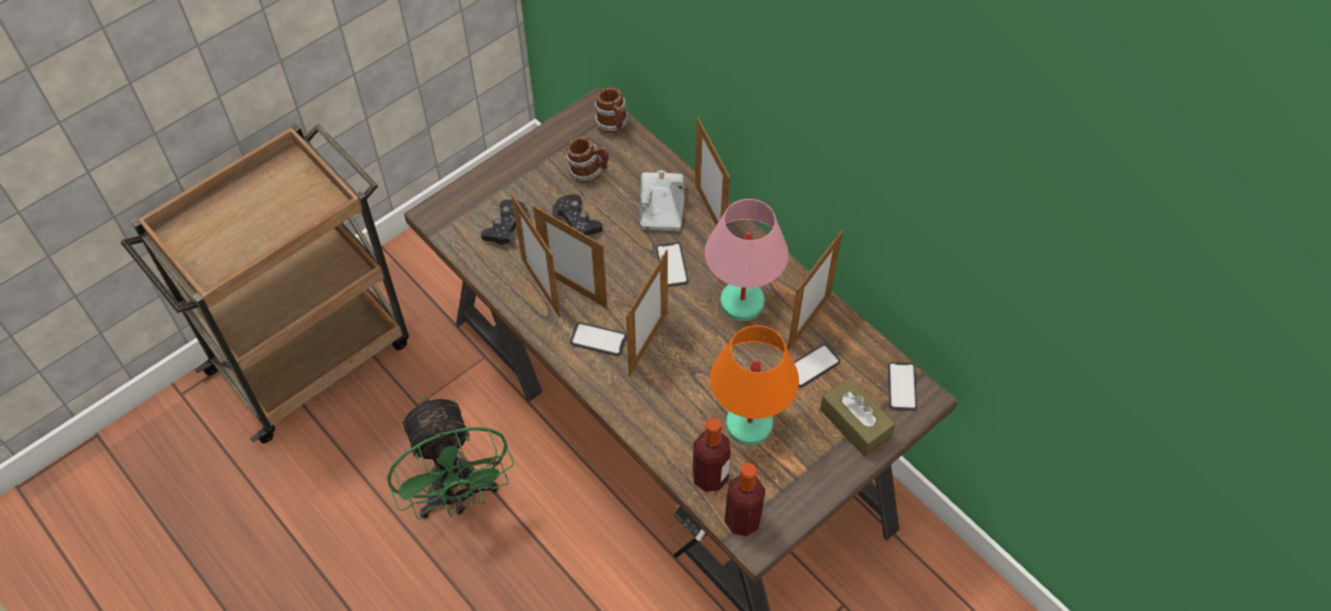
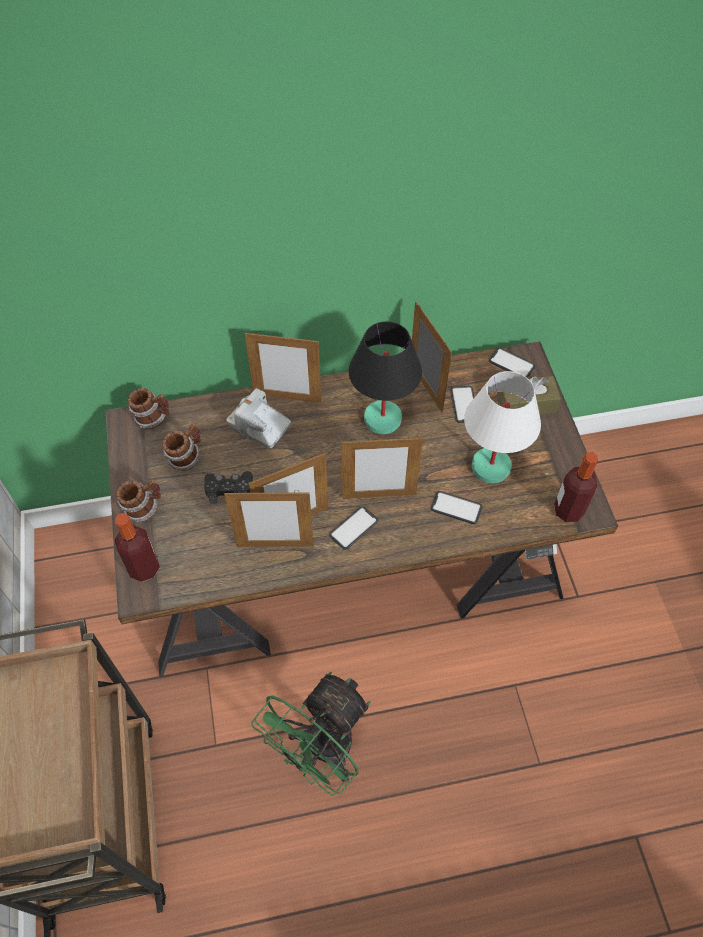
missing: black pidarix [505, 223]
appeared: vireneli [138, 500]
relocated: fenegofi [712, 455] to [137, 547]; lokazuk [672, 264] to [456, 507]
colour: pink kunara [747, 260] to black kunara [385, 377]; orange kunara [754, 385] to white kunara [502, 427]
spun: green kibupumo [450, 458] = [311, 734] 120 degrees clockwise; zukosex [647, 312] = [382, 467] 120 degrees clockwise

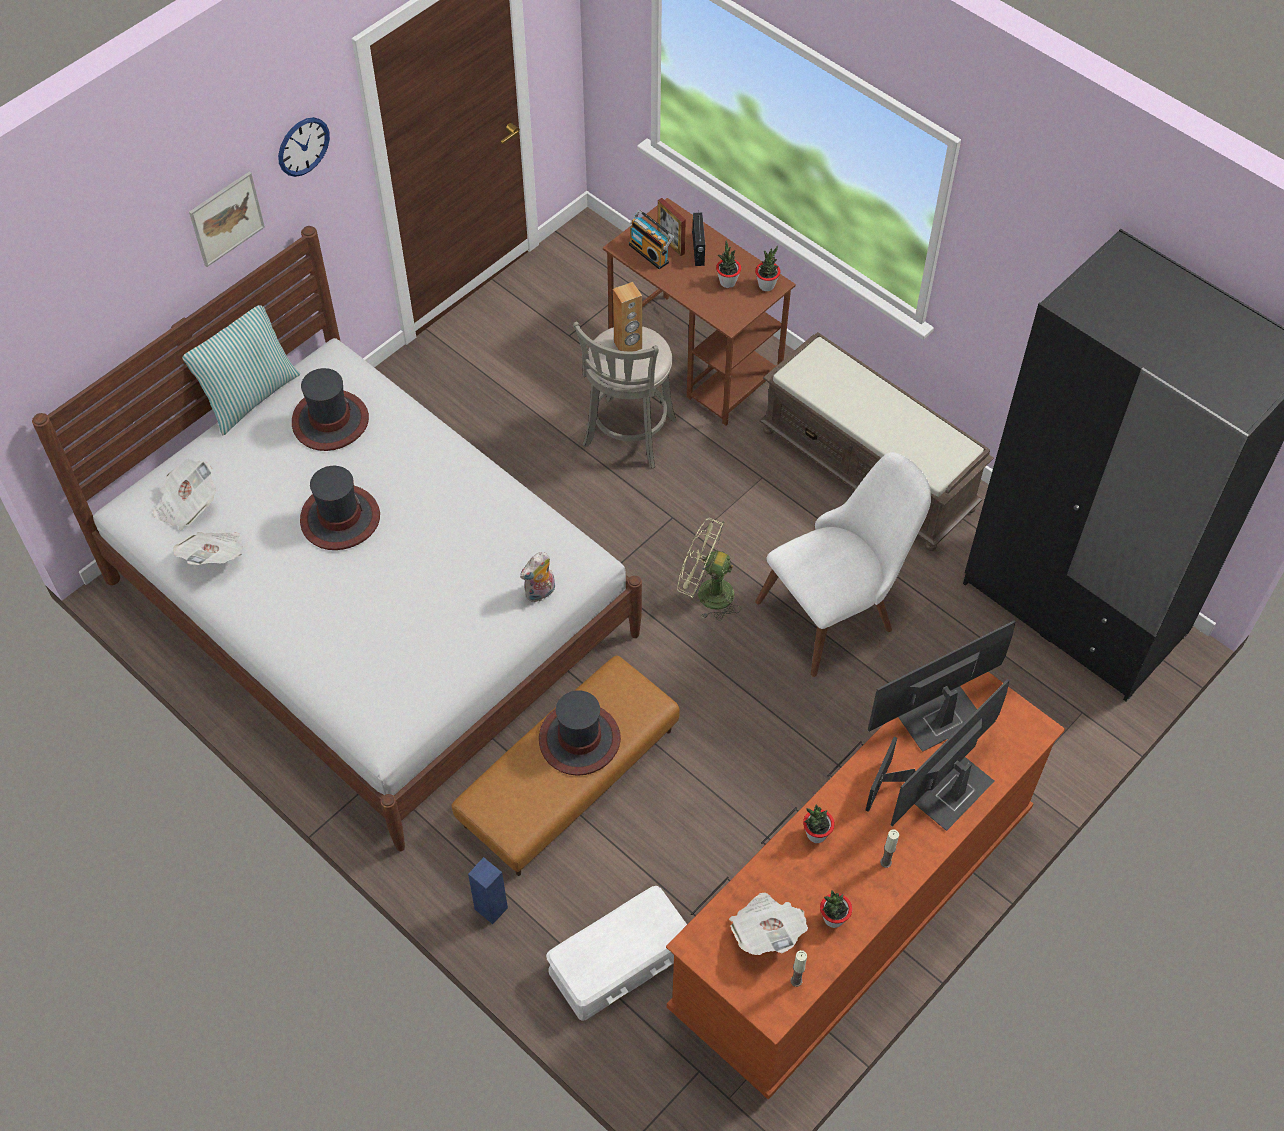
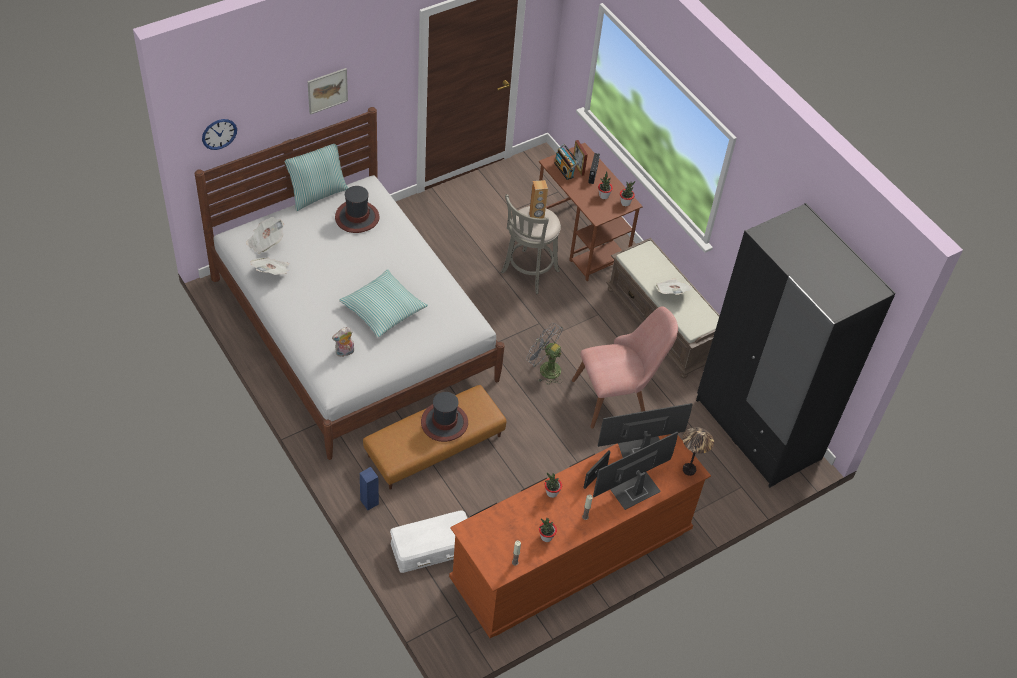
missing: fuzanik [340, 508]
appeared: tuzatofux [383, 303]; kunara [698, 451]
relocated: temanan [304, 147] to [219, 134]; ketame [537, 577] to [343, 342]; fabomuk [768, 923] to [673, 287]
colour: green kibupumo [709, 569] to grey kibupumo [544, 354]; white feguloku [843, 564] to pink feguloku [625, 367]

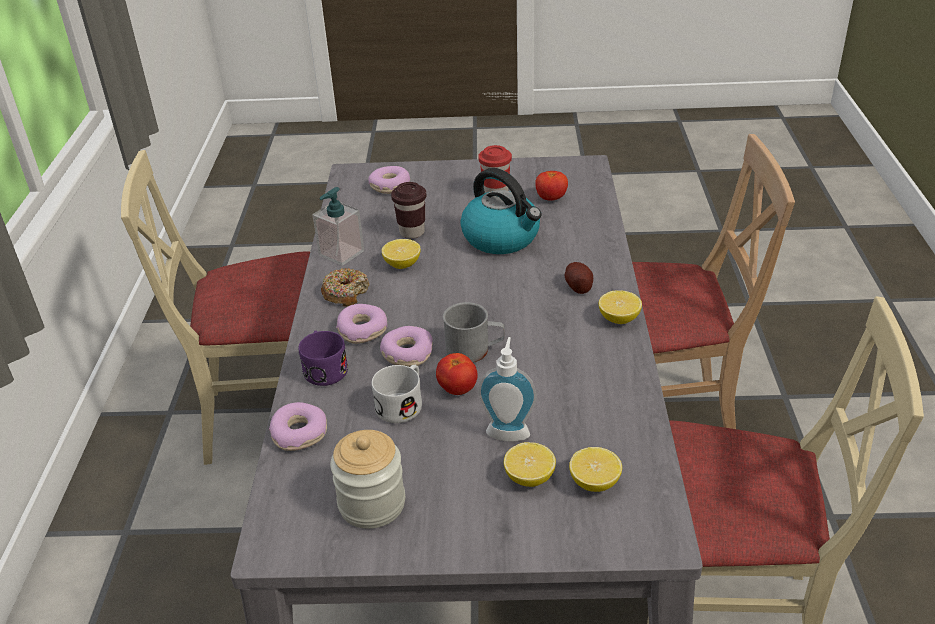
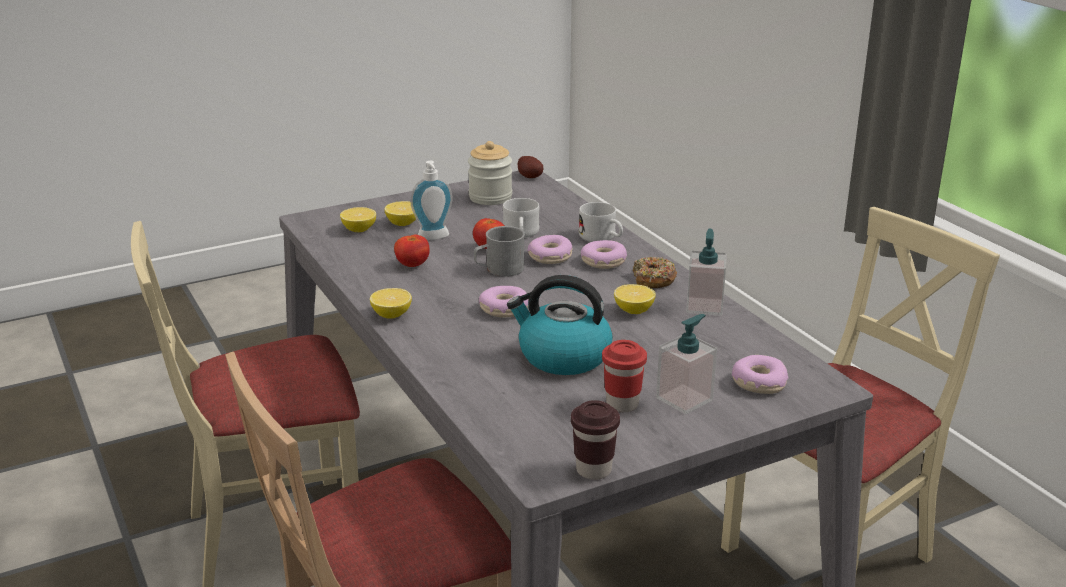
appeared: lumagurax [686, 364]
relocated: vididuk [551, 186] to [412, 250]; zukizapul [298, 426] to [504, 301]; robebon [578, 278] to [530, 167]; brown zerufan [409, 210] to [595, 440]
colour: purple vireneli [323, 358] to white vireneli [601, 222]

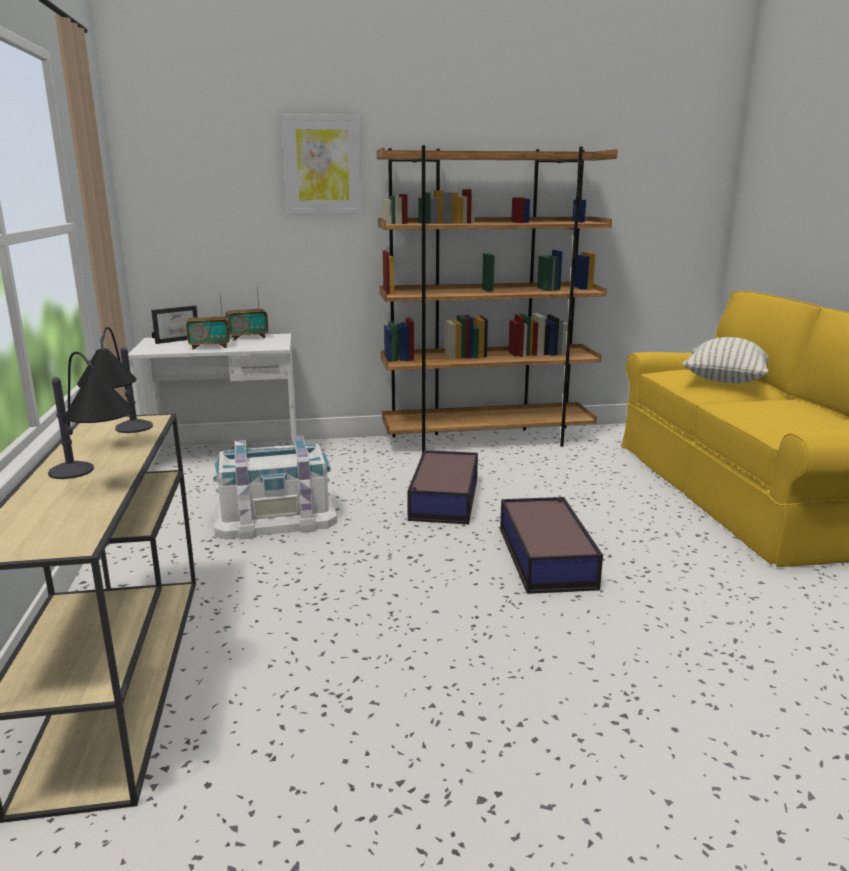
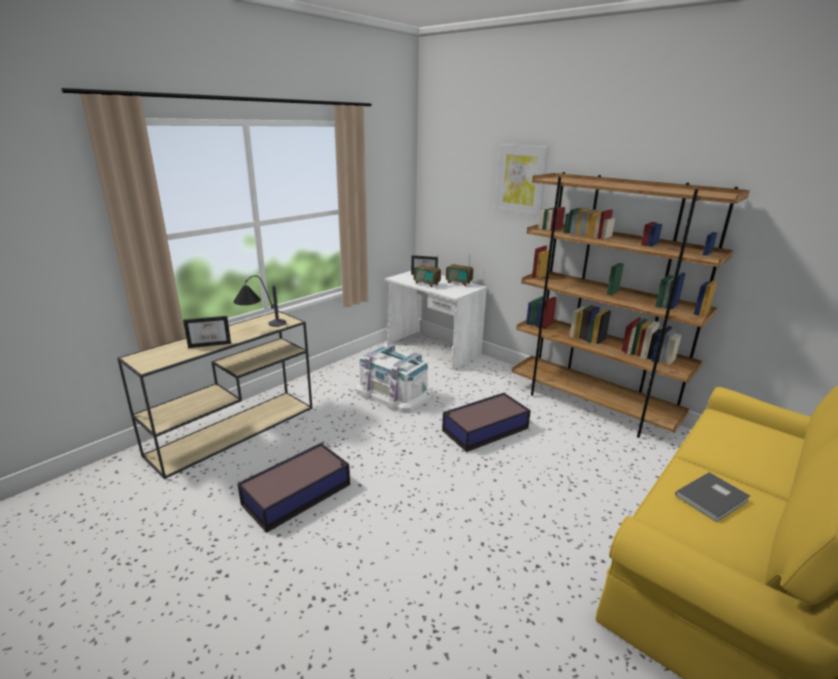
missing: tuzatofux [726, 360]
appeared: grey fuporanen [712, 497]
relocated: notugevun [551, 545] to [293, 488]
exchanged: kunara [90, 415] to zukosex [207, 332]

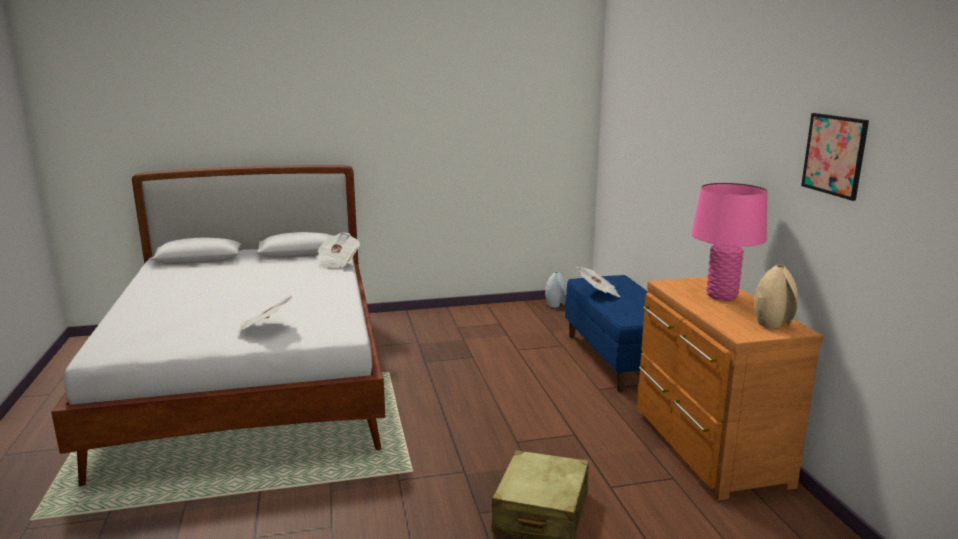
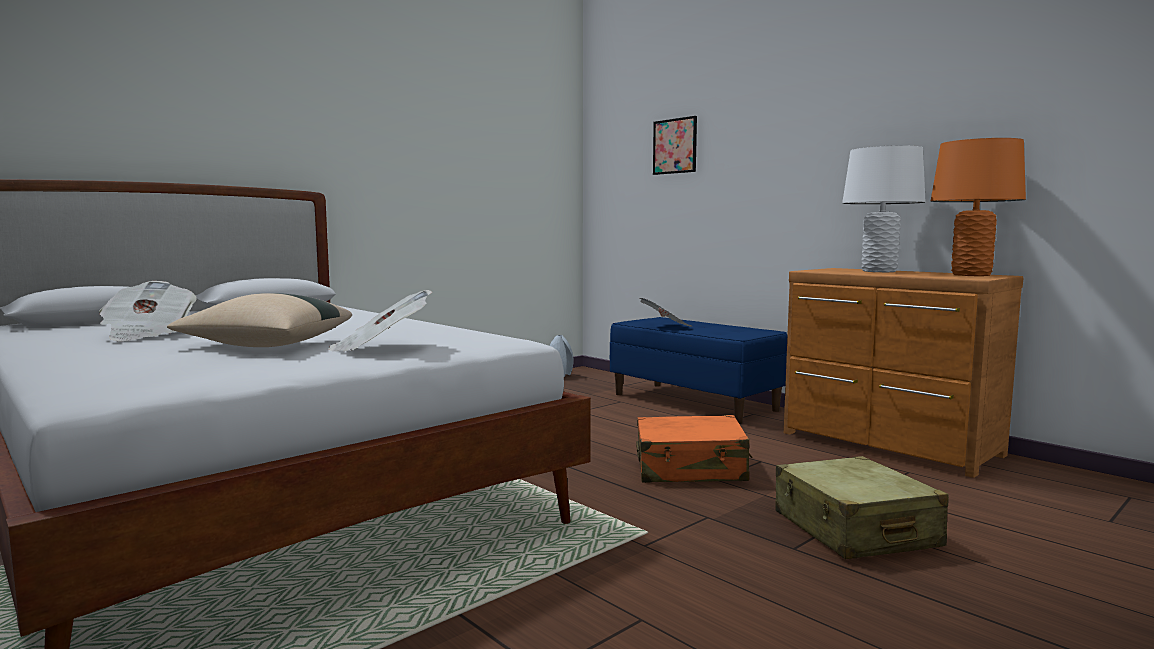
appeared: beige tuzatofux [259, 320]; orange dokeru [694, 449]
relocated: fabomuk [338, 250] to [148, 311]; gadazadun [835, 157] to [675, 145]
exchanged: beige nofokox [776, 297] to orange kunara [978, 207]
colour: pink kunara [729, 242] to white kunara [884, 208]

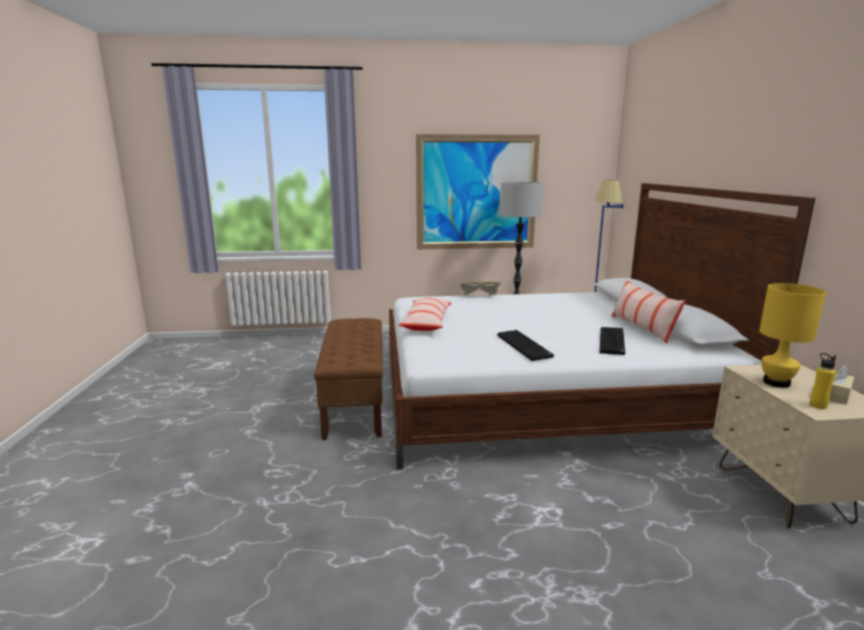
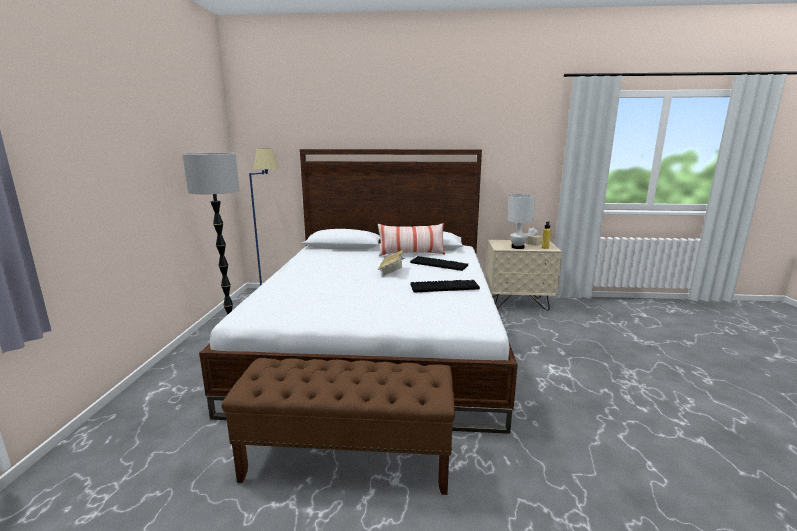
missing: tuzatofux [425, 314]; gadazadun [478, 191]
relocated: fuporanen [480, 288] to [391, 263]
colour: yellow kunara [792, 335] to white kunara [521, 221]

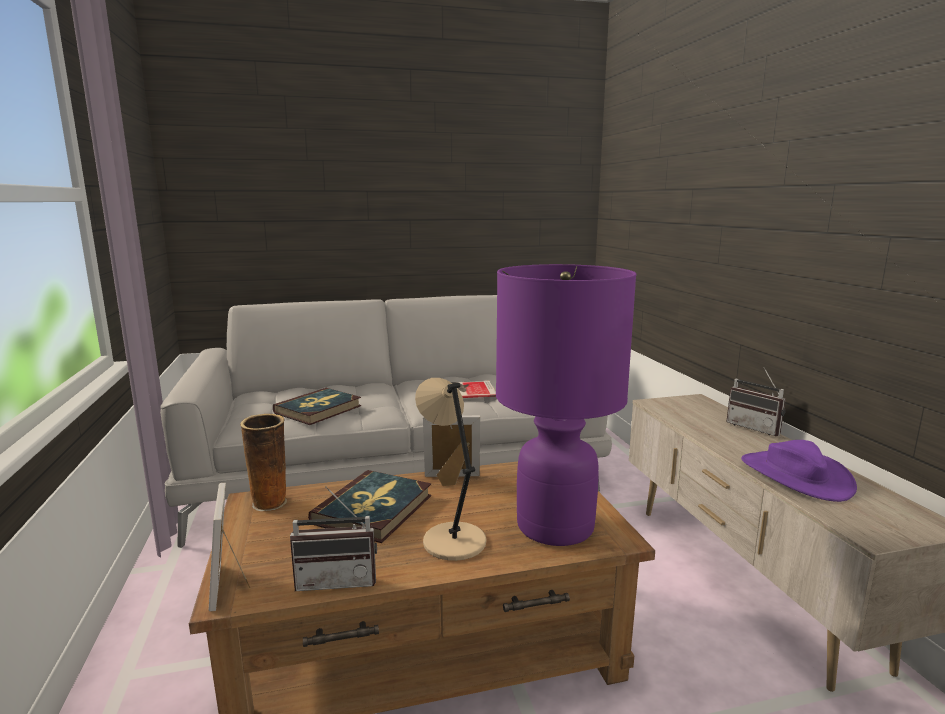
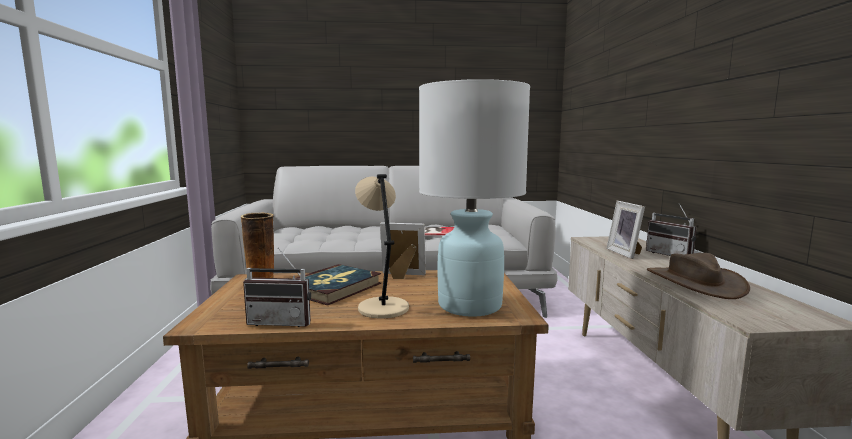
missing: fuporanen [317, 406]
relocated: zukosex [229, 547] to [626, 230]
colour: purple kunara [566, 405] to white kunara [474, 197]; purple fuzanik [799, 471] to brown fuzanik [698, 276]

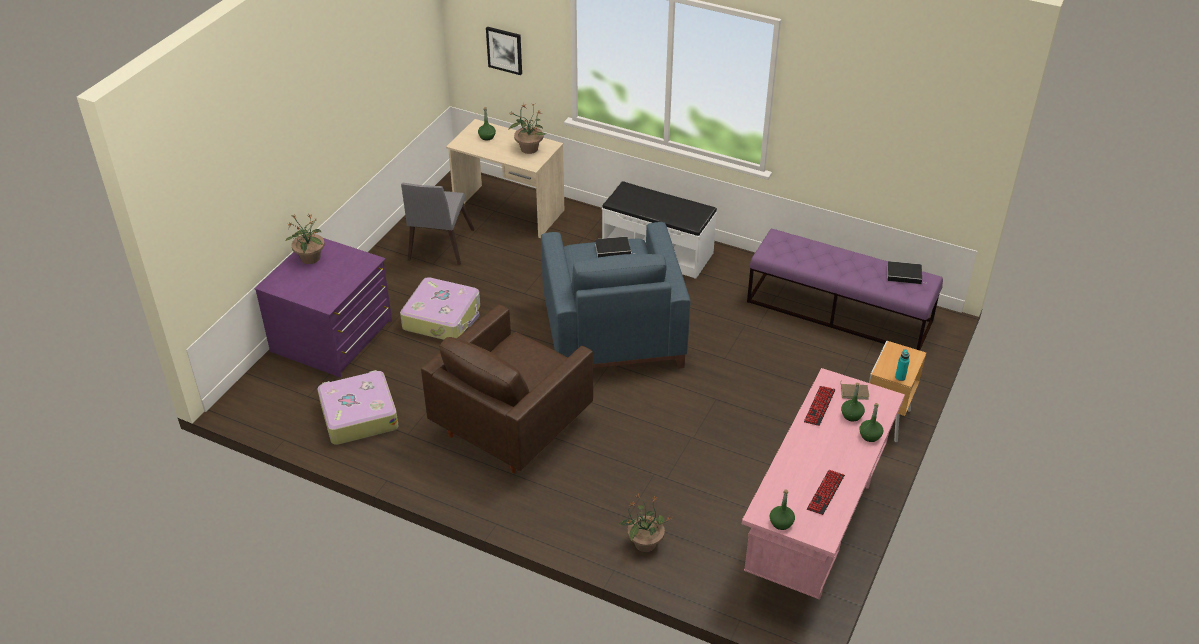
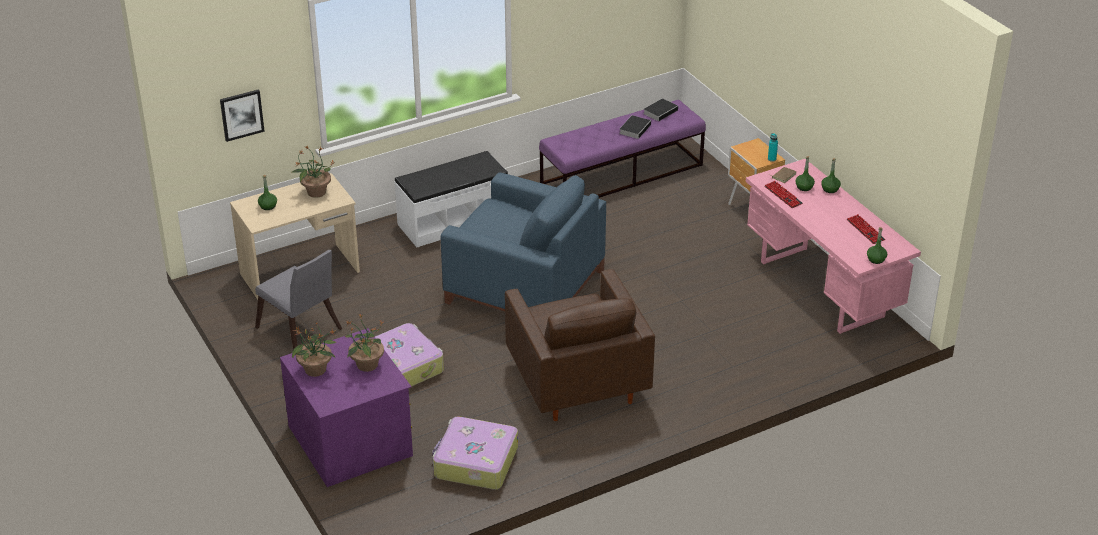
relocated: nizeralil [644, 522] to [364, 343]; fuporanen [616, 247] to [635, 127]

